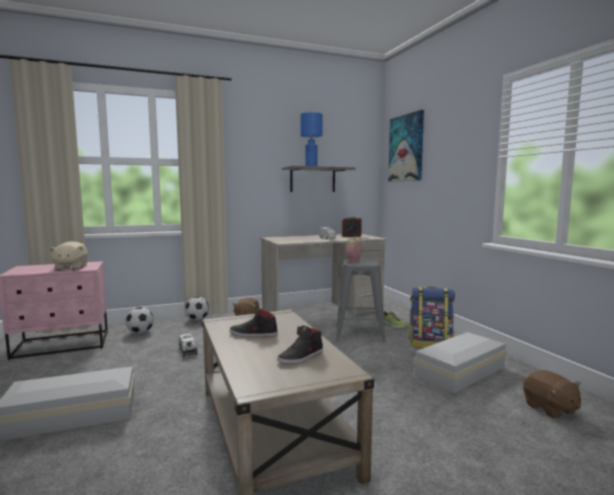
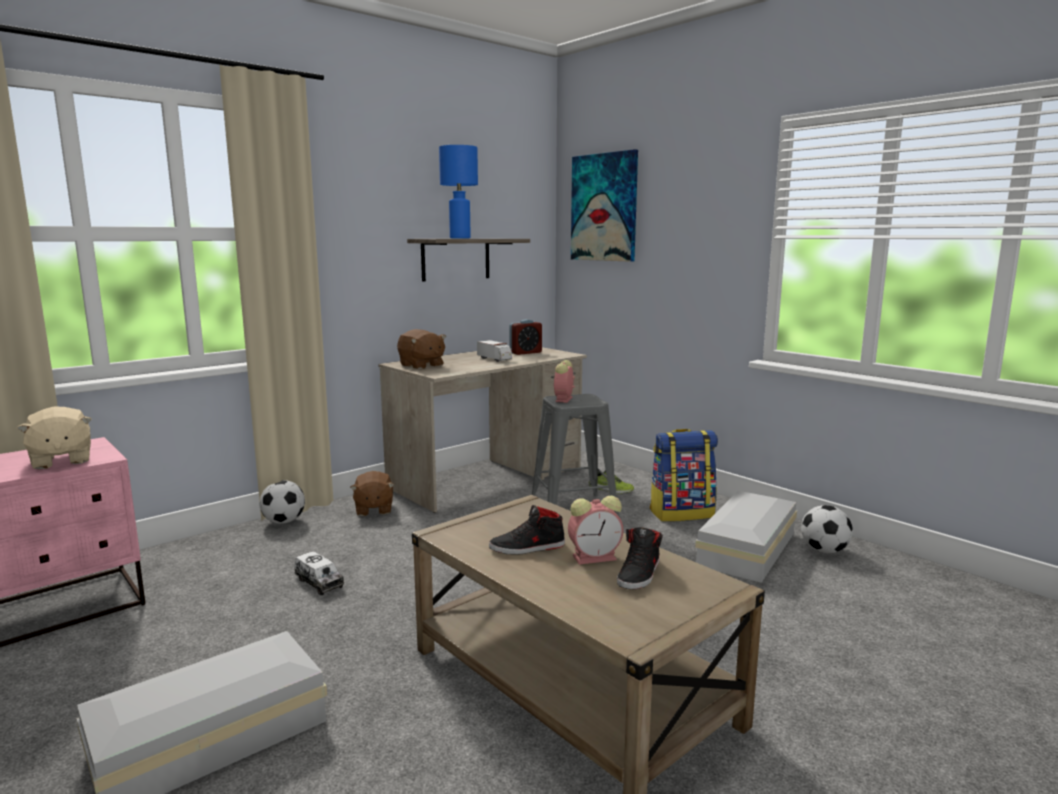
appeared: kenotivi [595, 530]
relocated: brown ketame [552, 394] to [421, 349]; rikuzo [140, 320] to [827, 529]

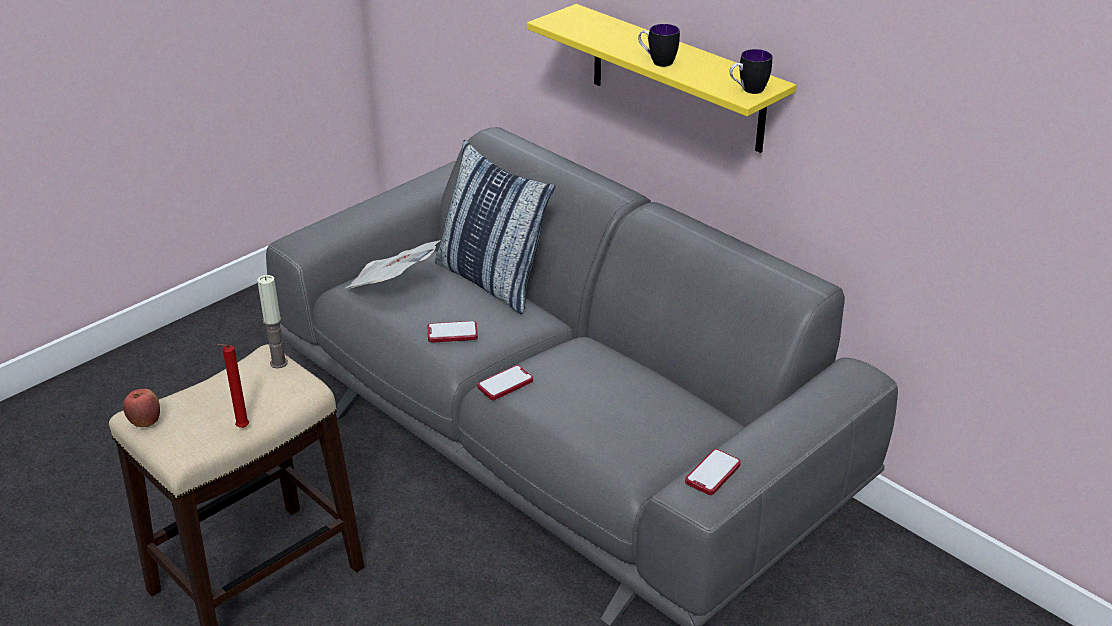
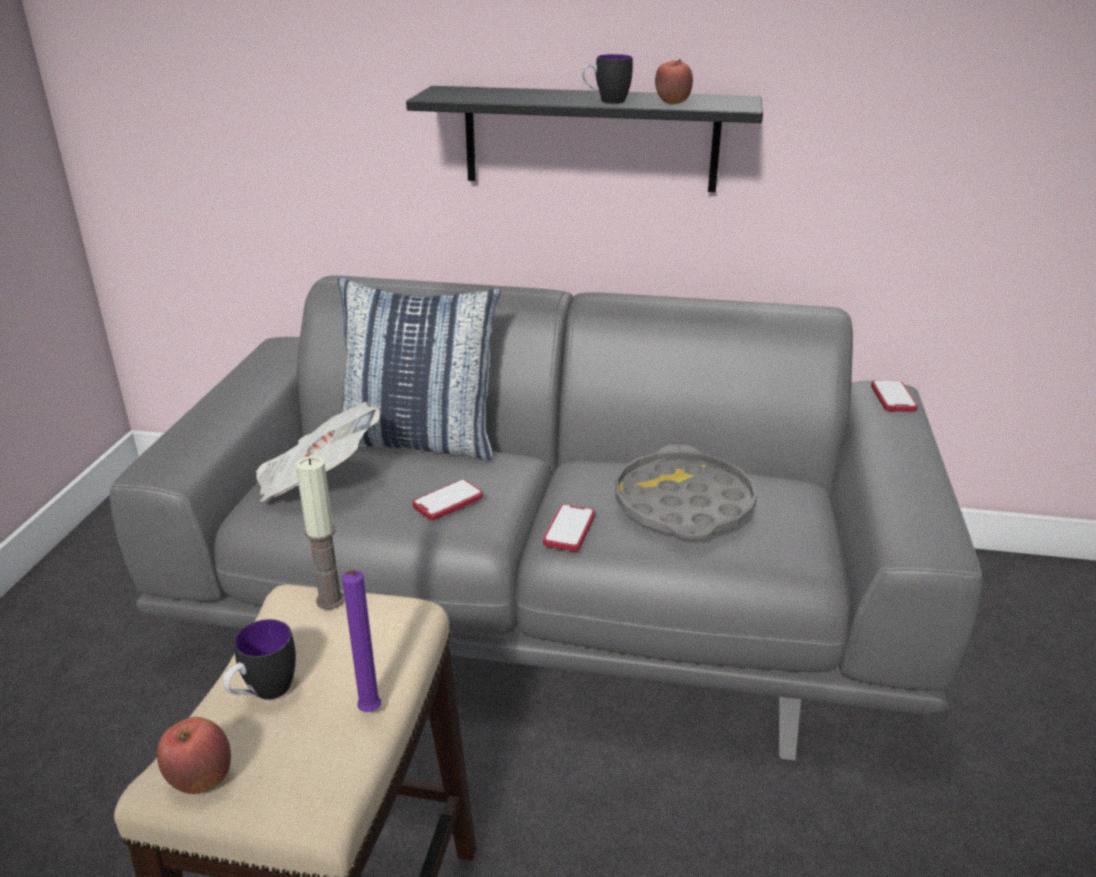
appeared: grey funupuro [686, 492]; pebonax [674, 82]
relocated: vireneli [751, 71] to [259, 659]; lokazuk [713, 472] to [894, 396]
colour: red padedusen [233, 386] to purple padedusen [361, 640]; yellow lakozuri [661, 78] to black lakozuri [584, 139]

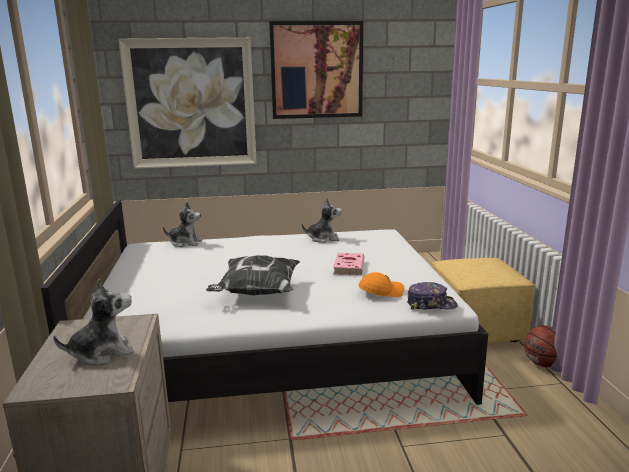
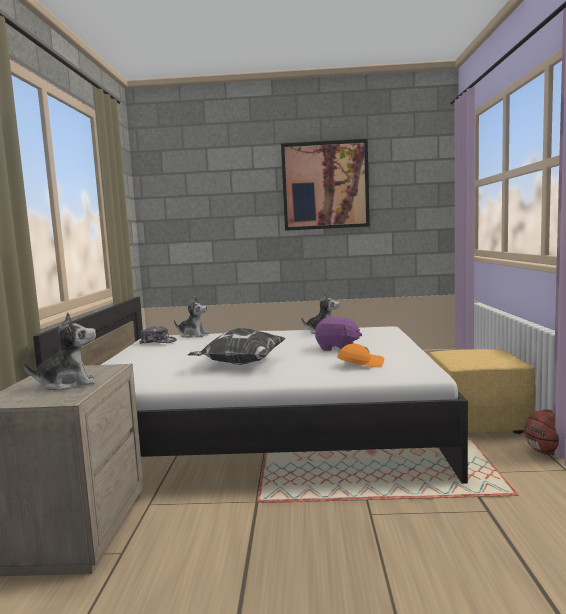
missing: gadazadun [187, 103]
relocated: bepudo [432, 296] to [157, 335]
exchanged: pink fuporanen [349, 264] to purple ketame [338, 334]

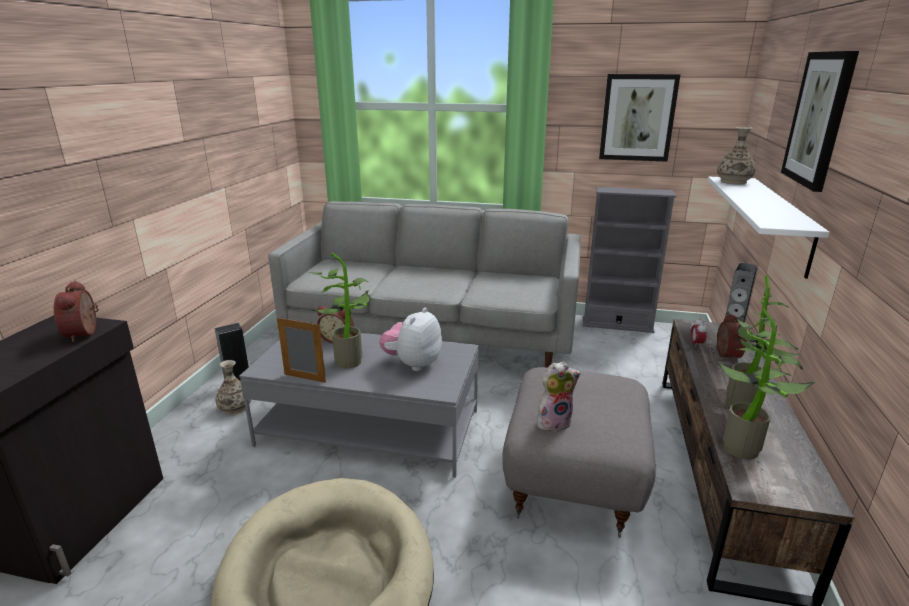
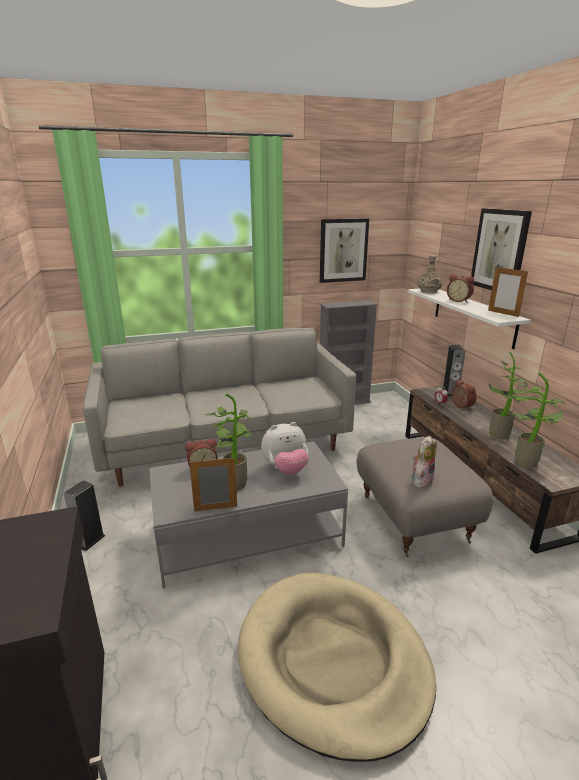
missing: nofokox [233, 387]
appeared: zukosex [508, 291]
relocated: kenotivi [76, 312] to [460, 288]
spun: ketame [410, 339] = [285, 448] 105 degrees counterclockwise

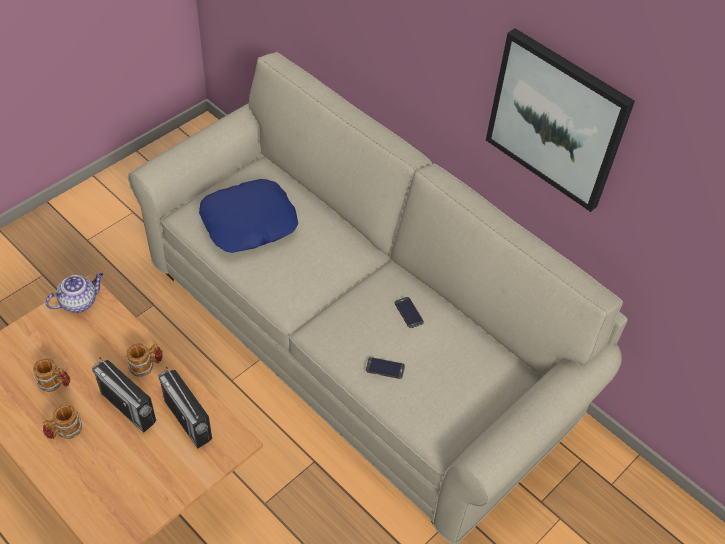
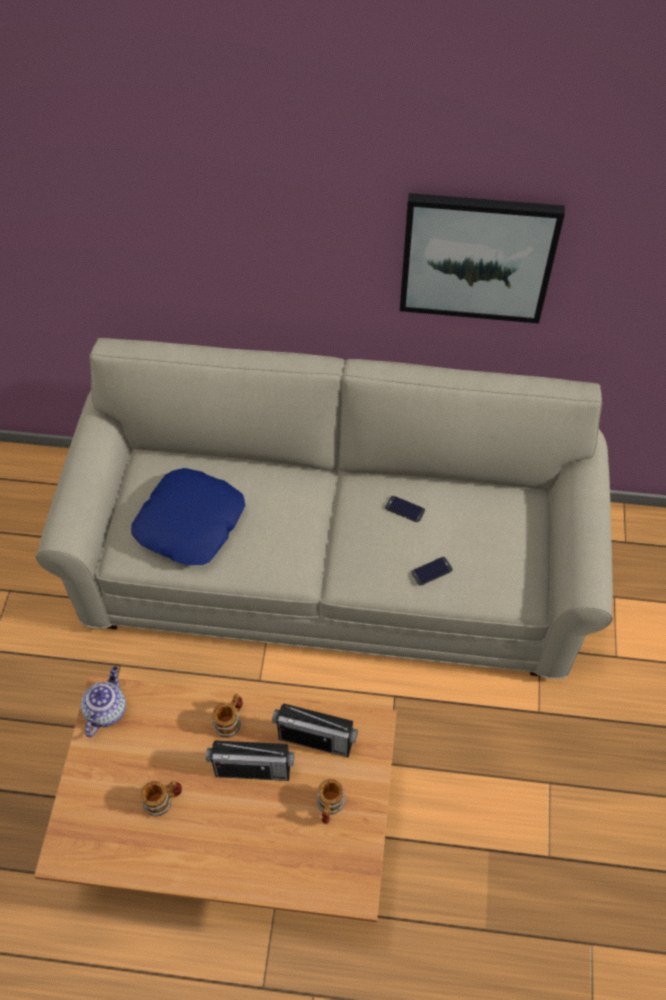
relocated: vireneli [62, 421] to [331, 801]

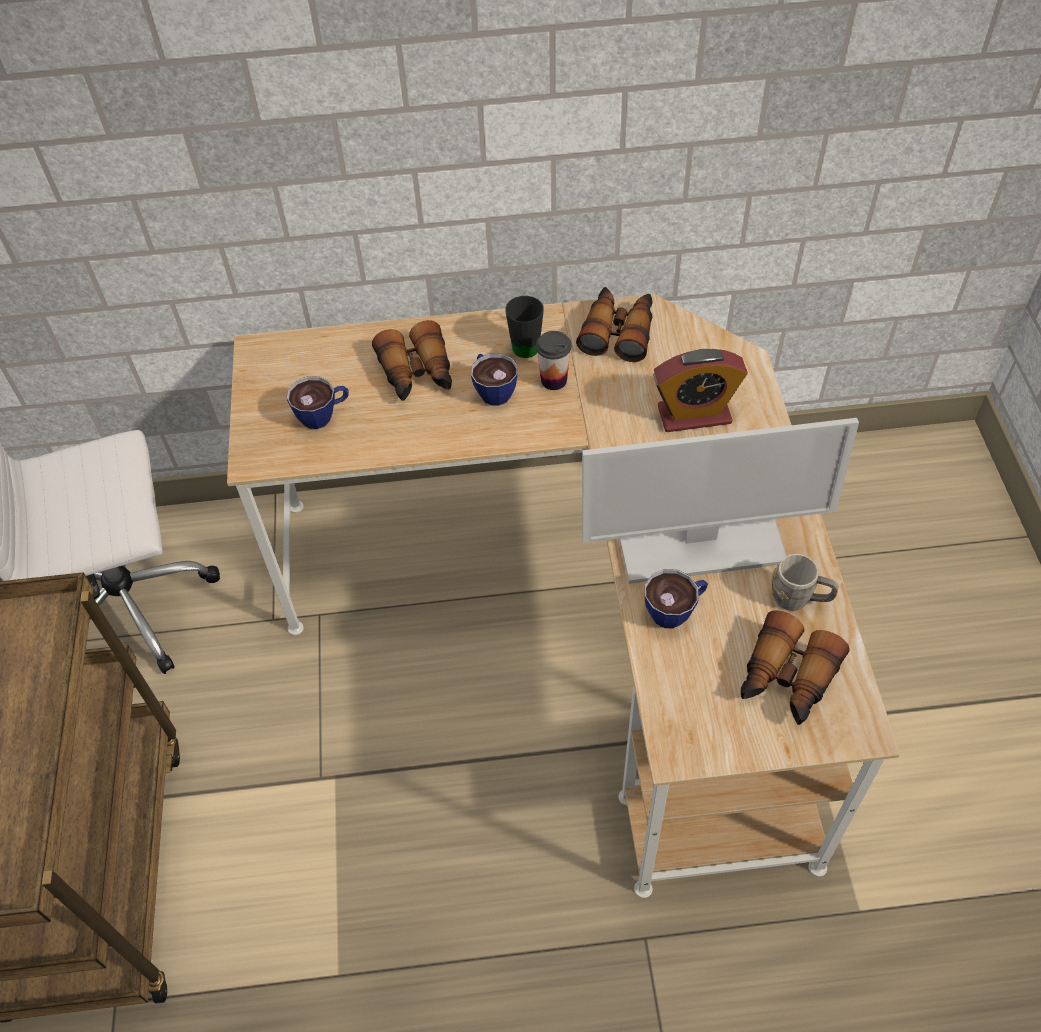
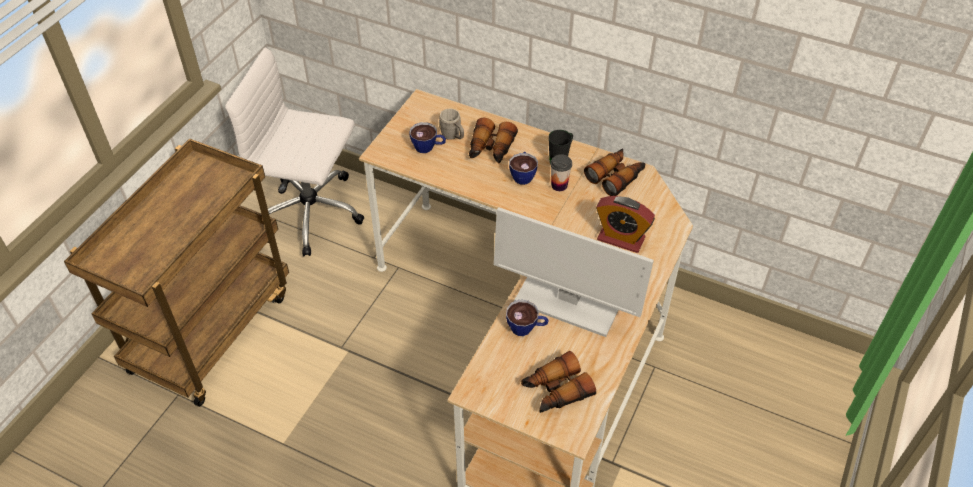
relocated: grey vireneli [805, 582] to [451, 124]

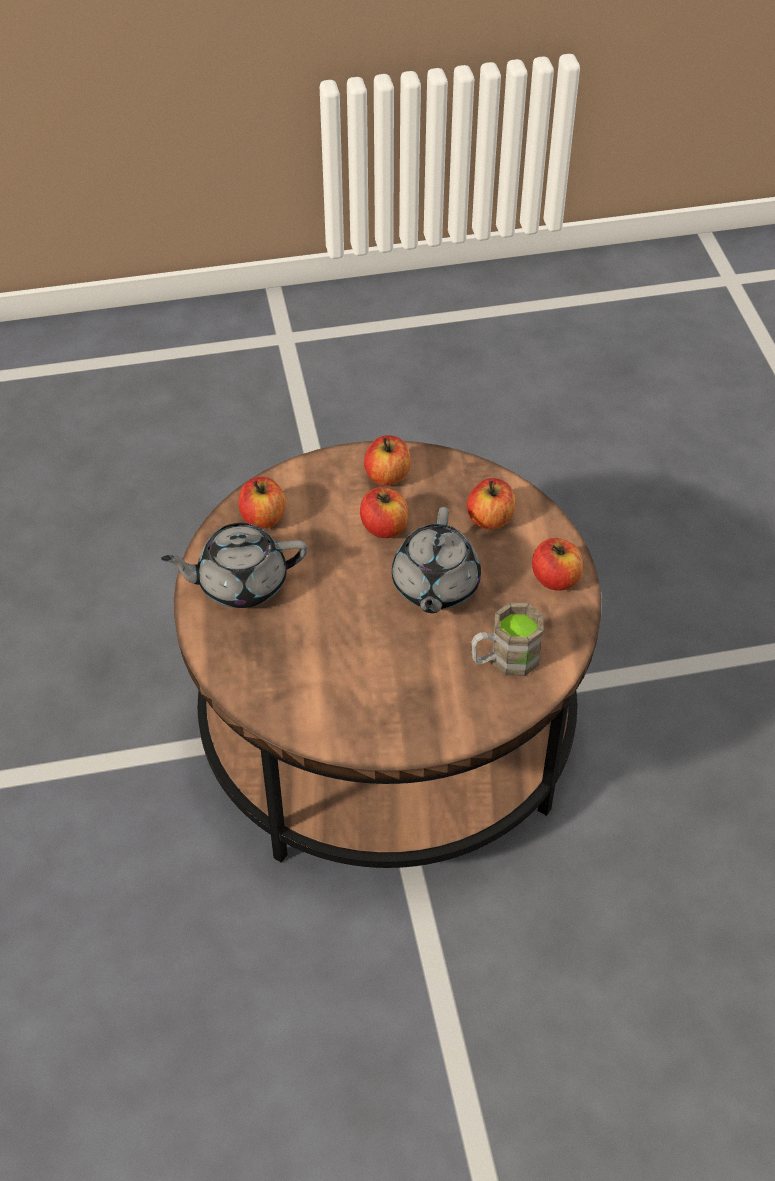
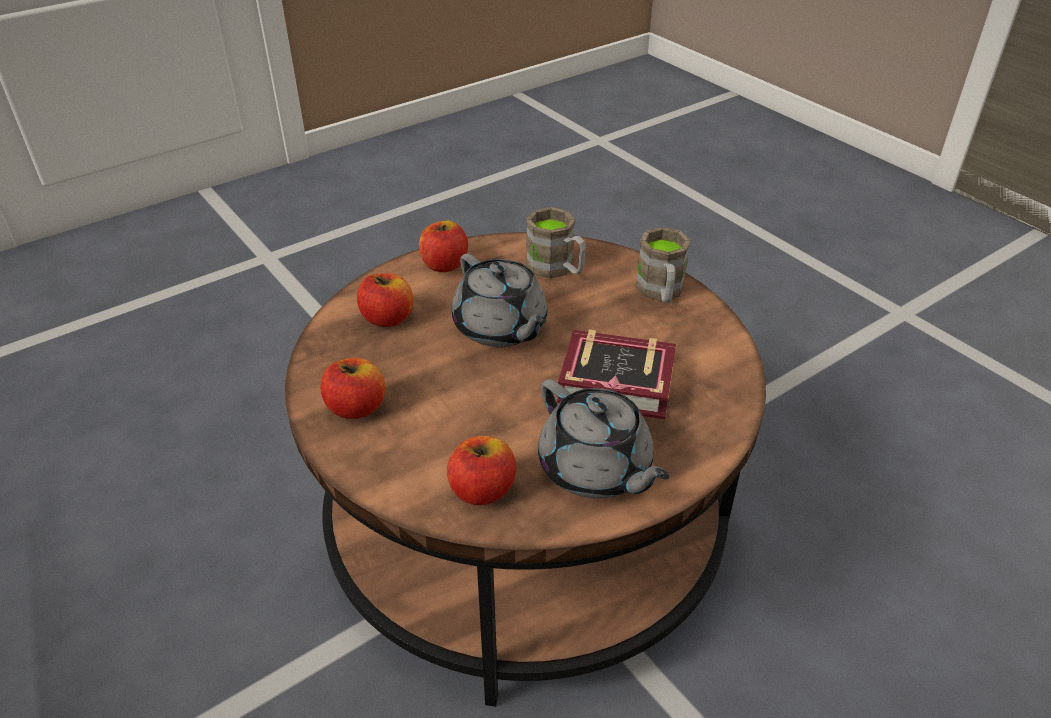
missing: pebonax [384, 512]
appeared: fuporanen [616, 374]; brown vireneli [663, 265]
spun: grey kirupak [436, 560] = [499, 300] 75 degrees clockwise

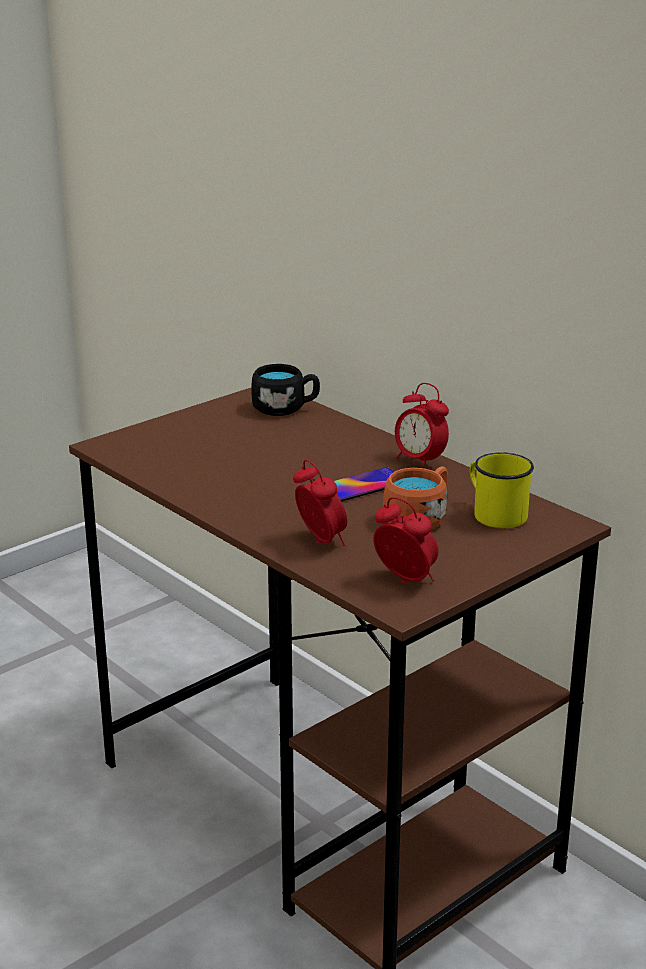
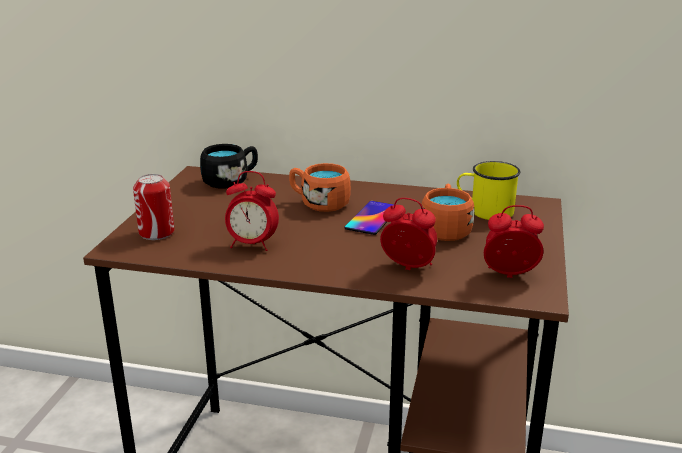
appeared: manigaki [153, 207]; orange vireneli [320, 187]
relocated: kenotivi [422, 426] to [252, 211]

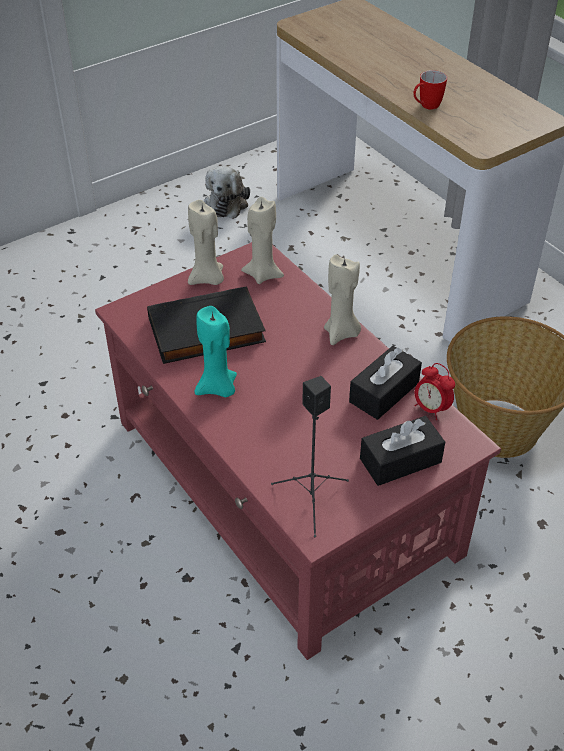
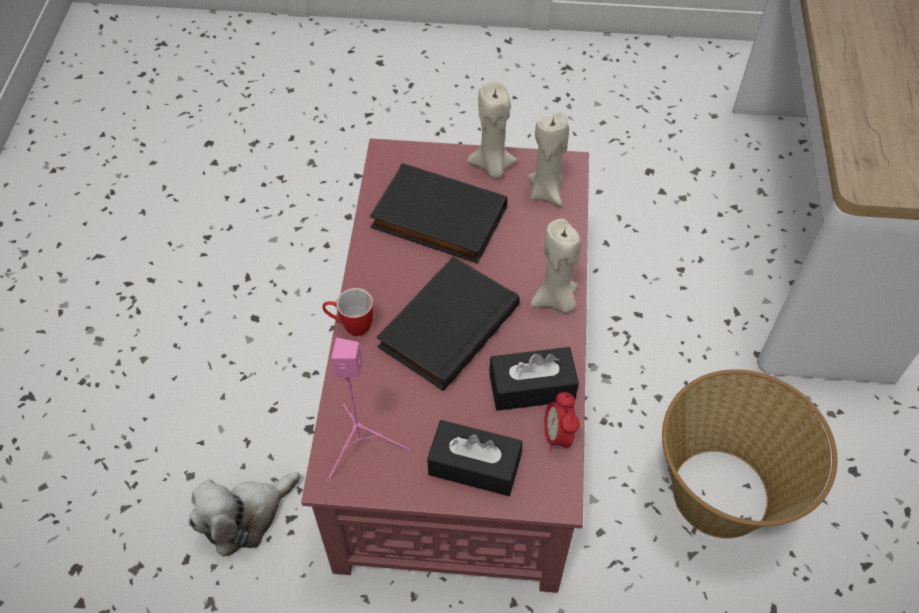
missing: turquoise padedusen [216, 351]
appeared: black fuporanen [448, 323]
relocated: ketame [227, 192] to [244, 514]; vireneli [430, 90] to [347, 312]
colour: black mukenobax [310, 456] to pink mukenobax [368, 409]

